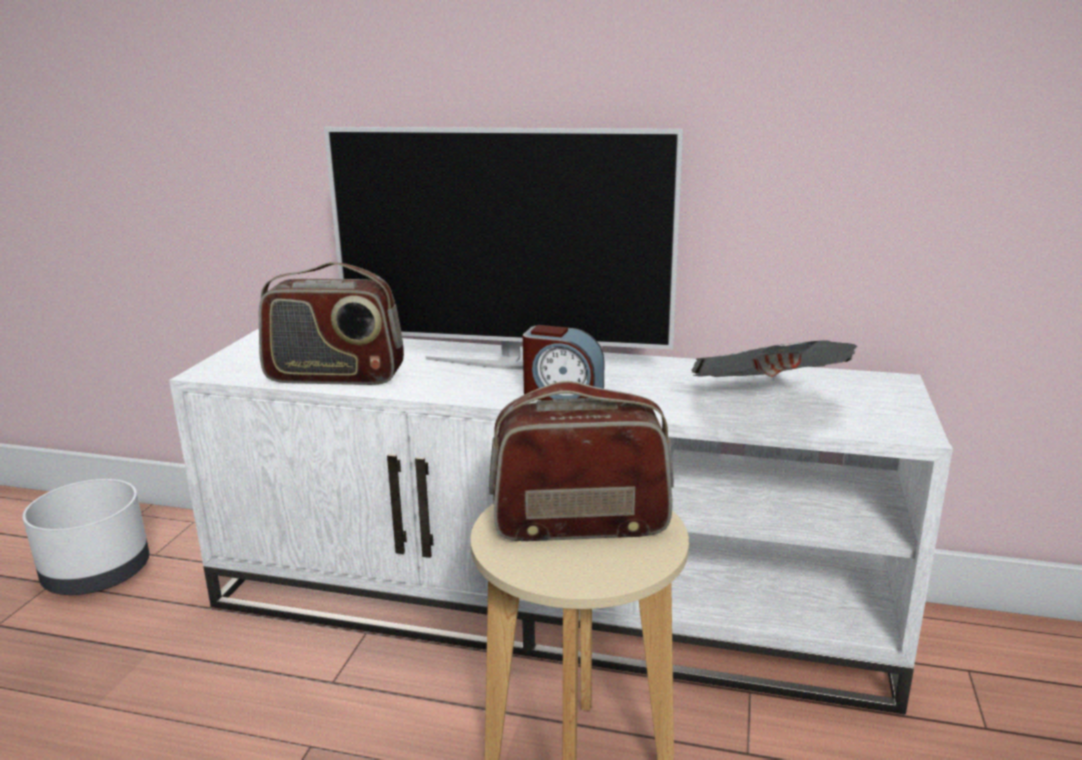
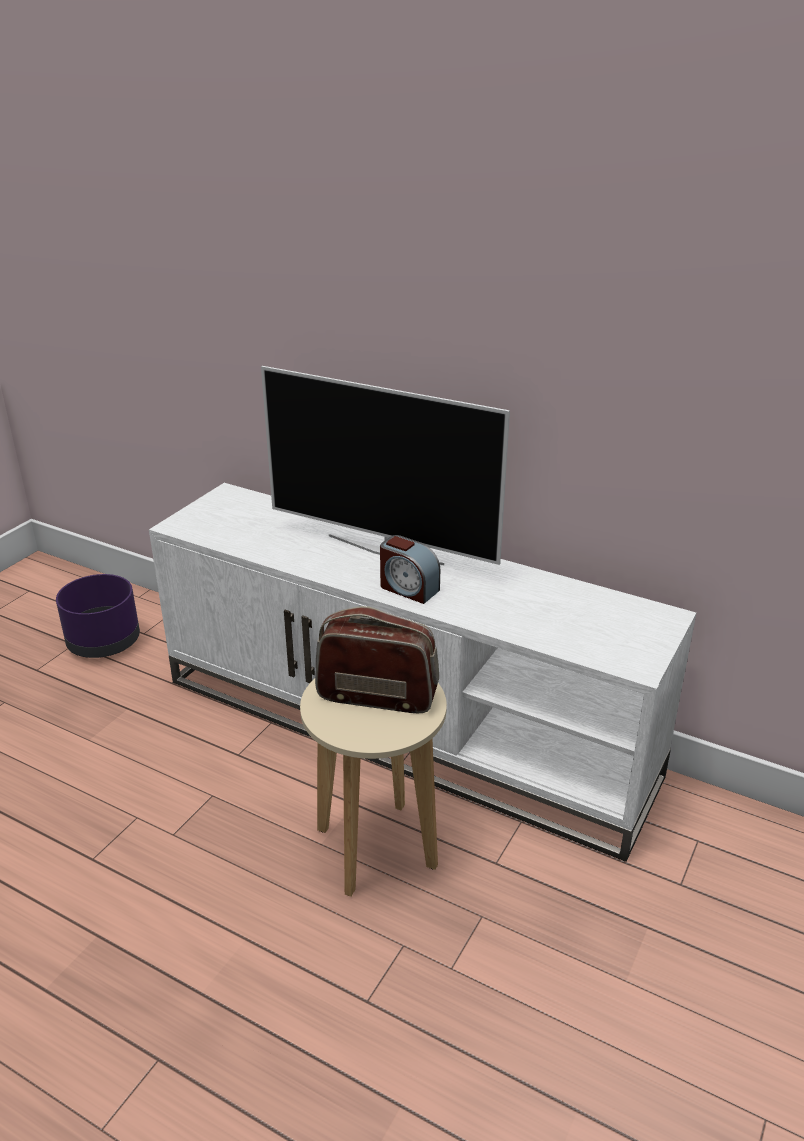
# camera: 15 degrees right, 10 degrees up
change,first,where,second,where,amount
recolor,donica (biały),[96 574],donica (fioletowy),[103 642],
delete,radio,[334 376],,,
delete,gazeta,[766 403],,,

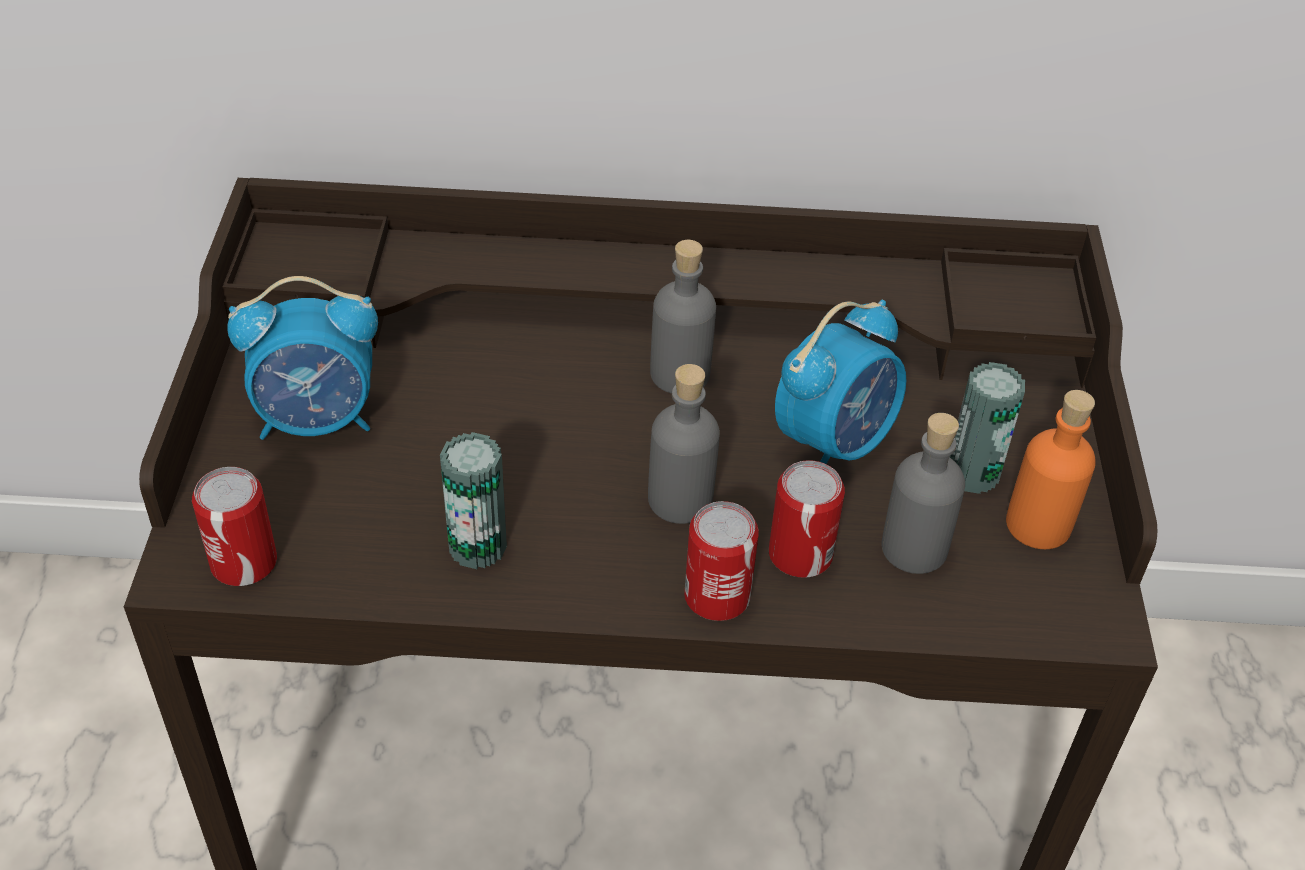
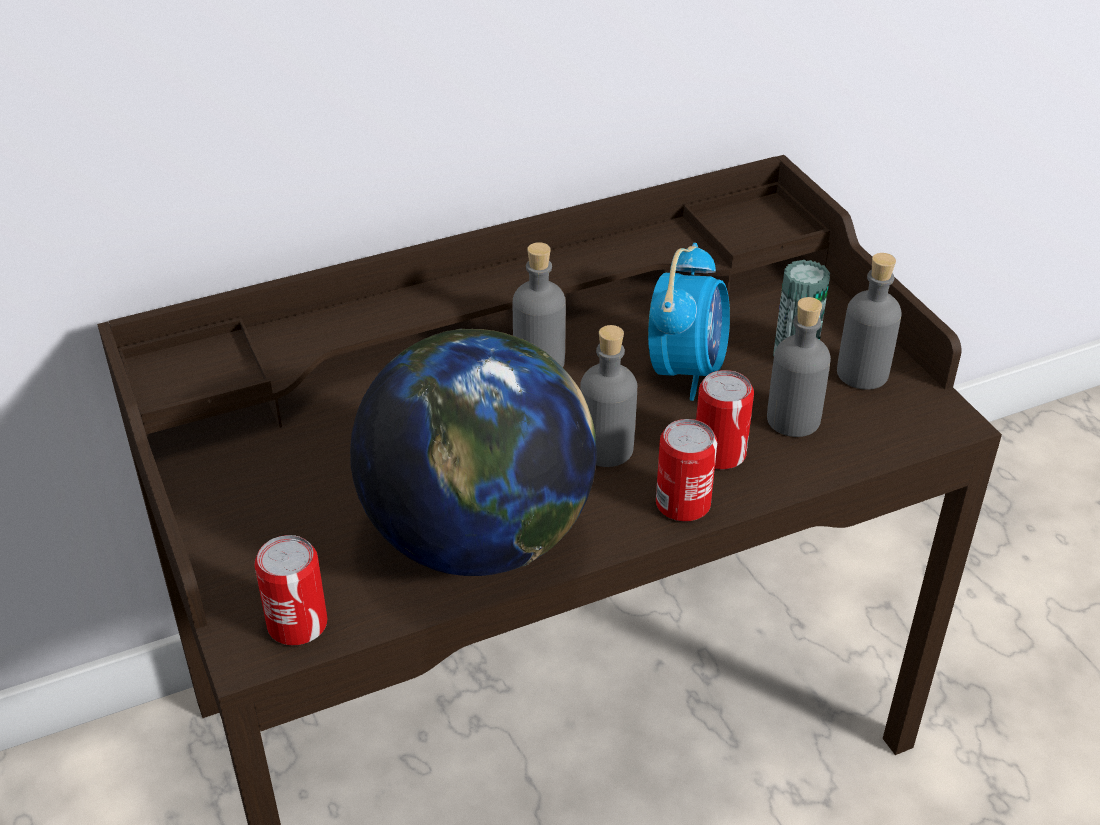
# camera: 25 degrees left, 5 degrees down
change,first,where,second,where,amount
delete,budzik,[318 419],,,
replace,puszka,[477 546],globus,[479 539],
recolor,butelka (pomarańczowy),[1038 524],butelka (szary),[862 373],

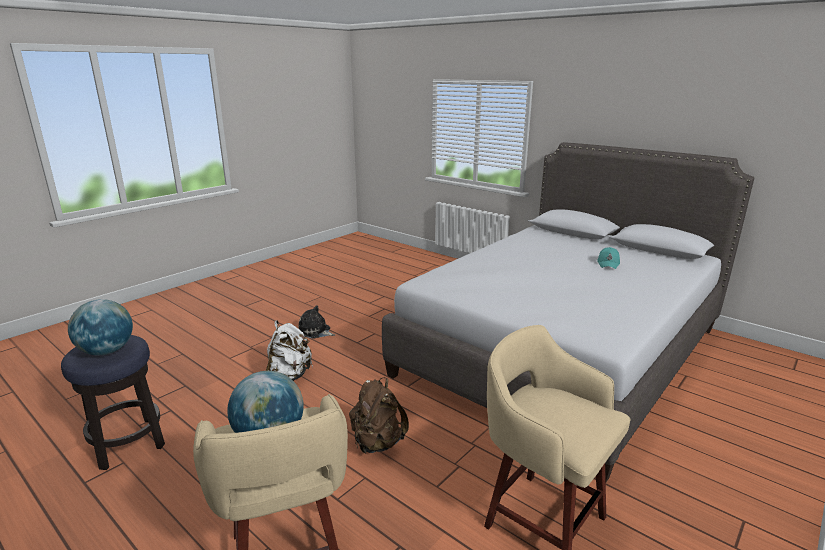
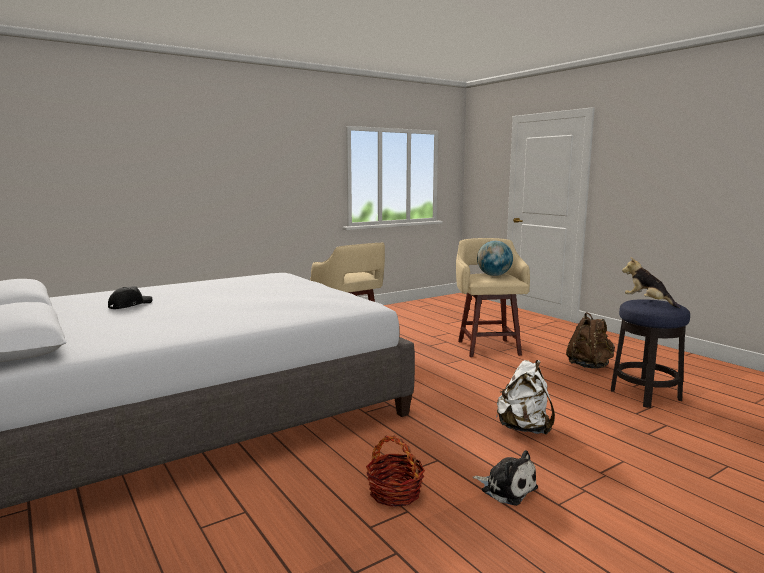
# camera: 165 degrees left, 10 degrees down
change,first,where,second,where,amount
replace,globus,[107 351],pluszak,[648 302],
move,plecak (brązowy),[377 443],,[589 366],
recolor,czapka z daszkiem (turkusowy),[608 263],czapka z daszkiem (czarny),[129 305],
insert,,,koszyk,[394 493],

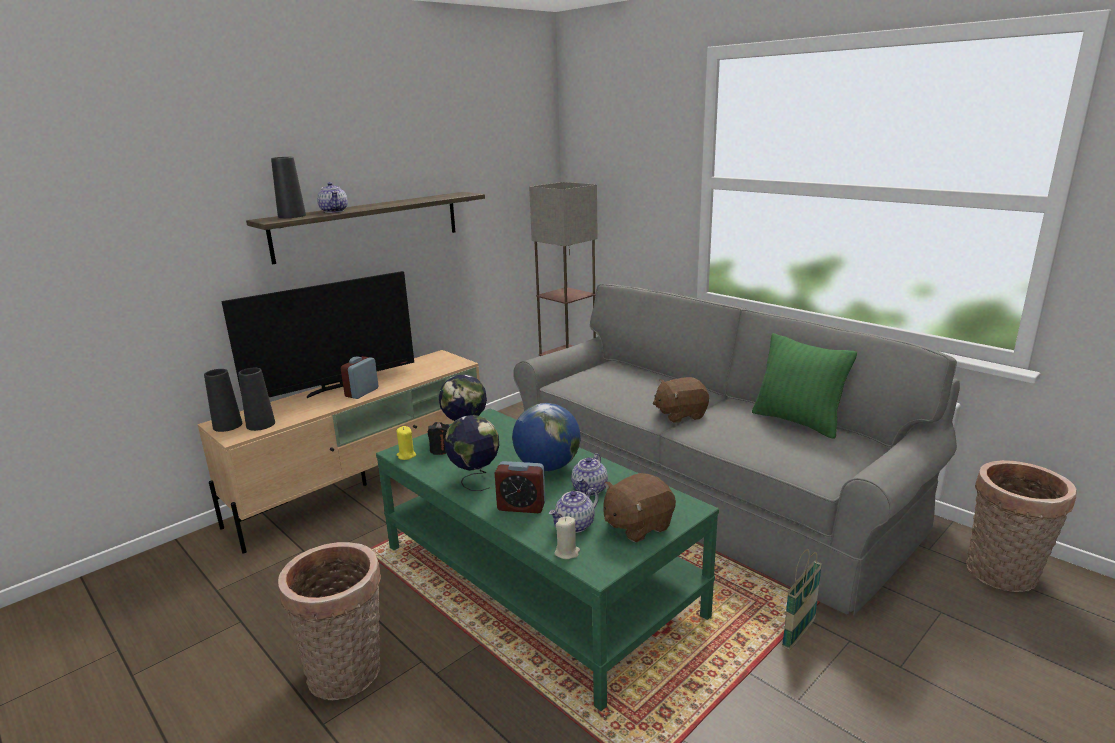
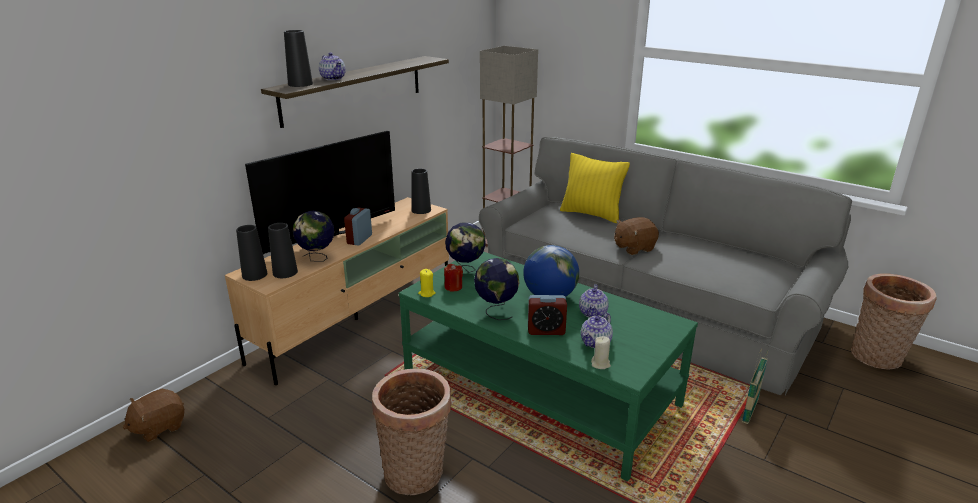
# camera: 10 degrees left, 5 degrees up
change,first,where,second,where,amount
recolor,świeca (czarny),[440 450],świeca (czerwony),[453 287],
move,pluszak (brązowy),[637 525],,[159 427],
delete,poduszka (zielony),[797 421],,,
insert,,,globus,[317 258],
insert,,,wazon (czarny),[421 210],
insert,,,poduszka (żółty),[591 214],

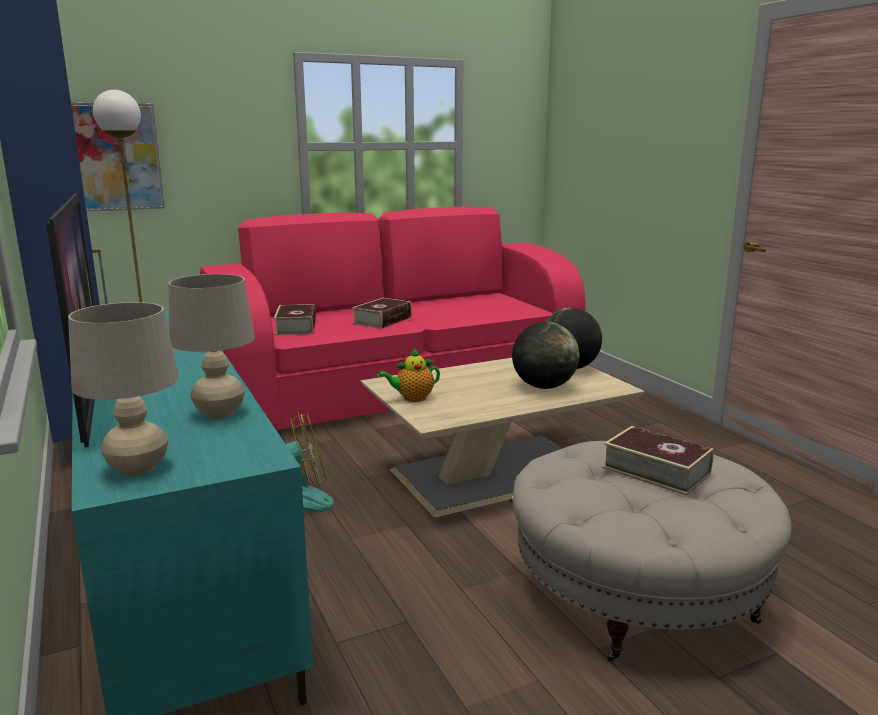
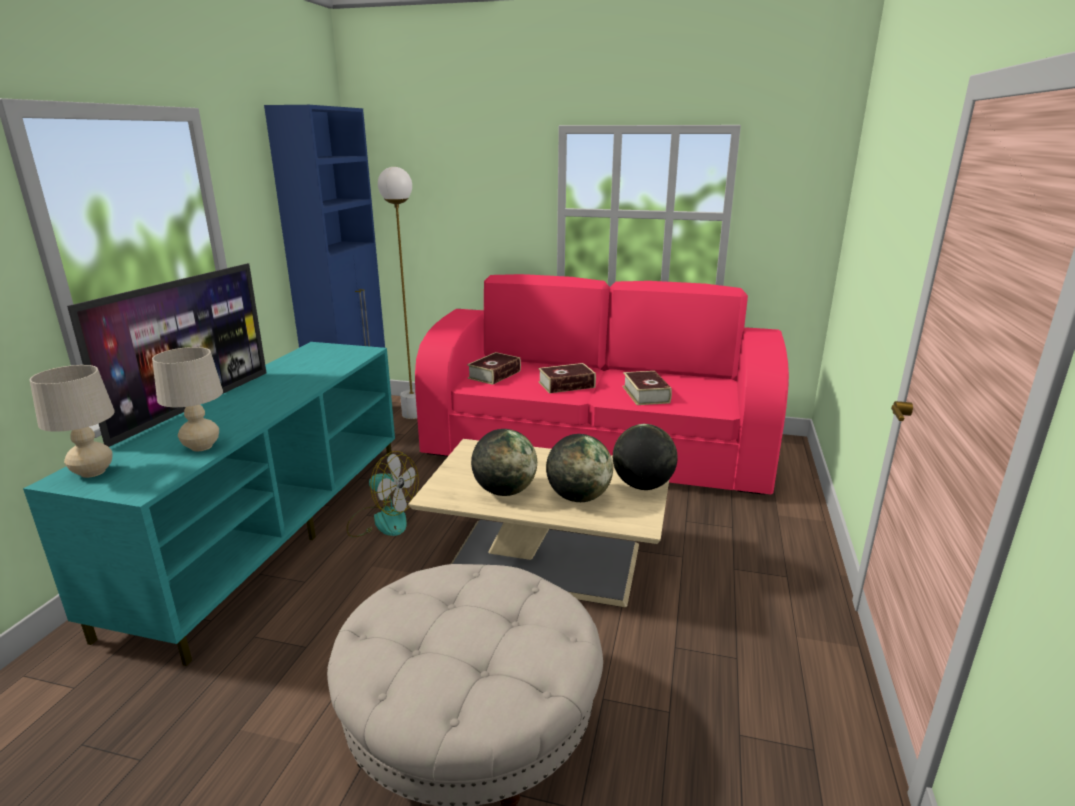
# camera: 40 degrees right, 5 degrees up
change,first,where,second,where,amount
delete,obraz,[116 157],,,
delete,imbryk,[412 398],,,
move,książka,[656 470],,[646 394],
insert,,,globus,[504 491],

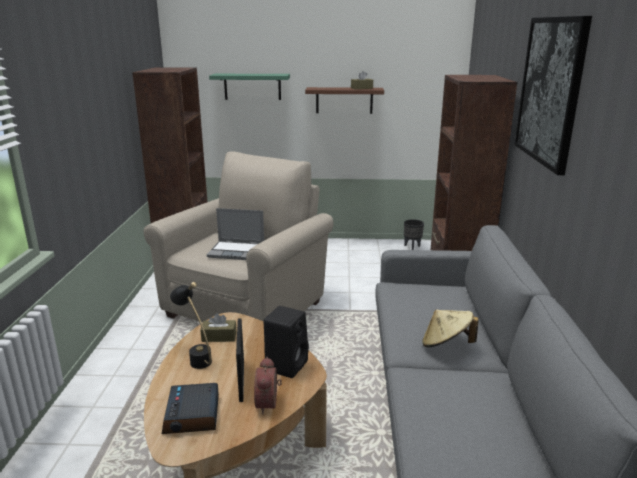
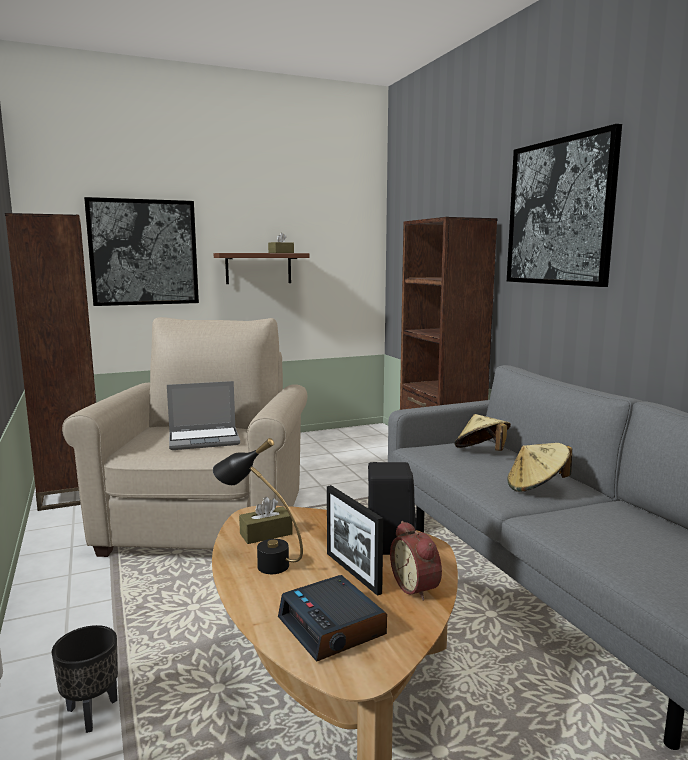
# camera: 25 degrees left, 10 degrees down
change,first,where,second,where,amount
replace,półka (zielony),[252 86],obraz,[143 252],
move,donica (czarny),[412 247],,[91 713],
insert,,,kapelusz (beżowy),[481 452],

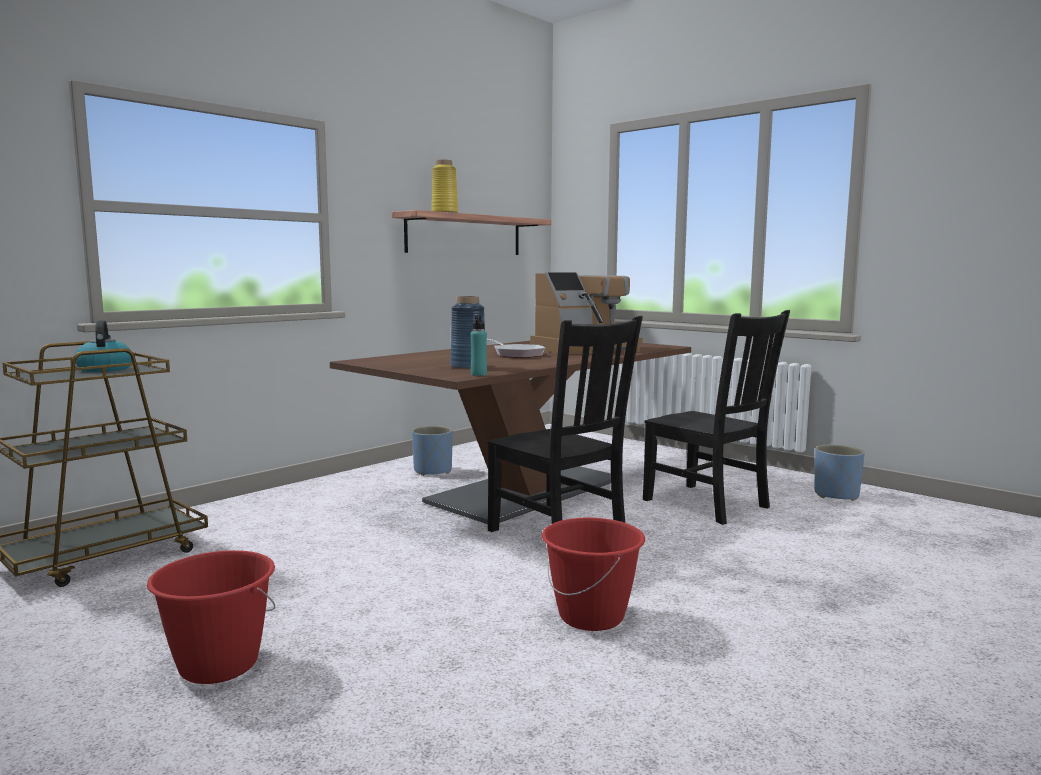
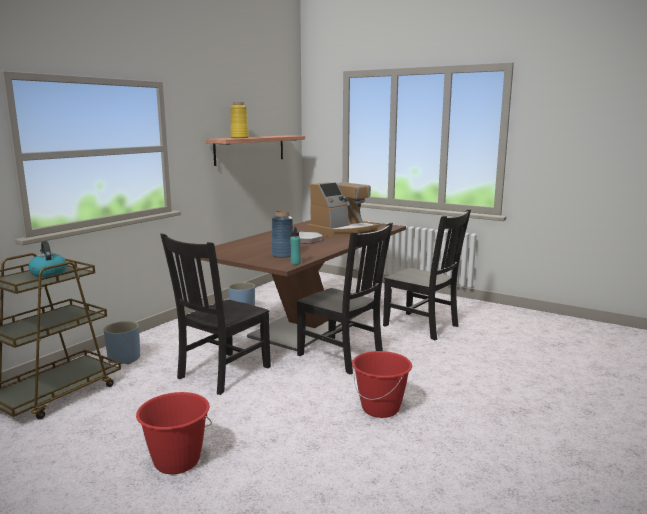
# camera: 10 degrees left, 5 degrees up
change,first,where,second,where,amount
move,donica (niebieski),[836 495],,[124 359],
insert,,,krzesło (czarny),[222 373],

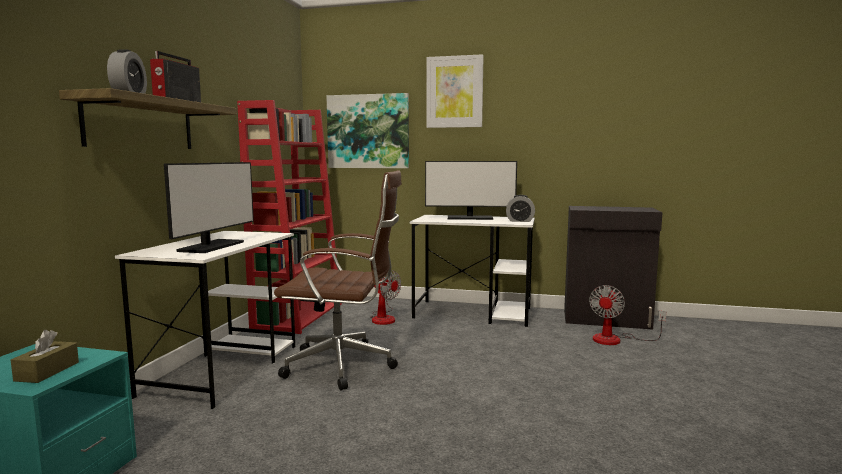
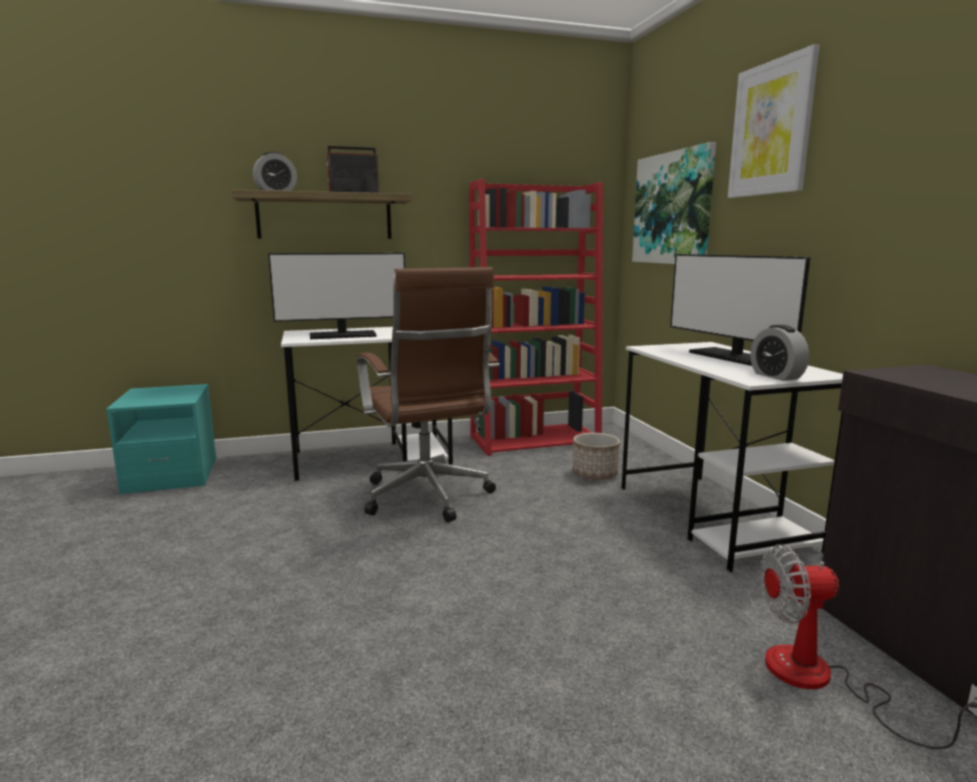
# camera: 60 degrees right, 5 degrees up
change,first,where,second,where,amount
delete,pudełko chusteczek (brązowy),[47 371],,,
replace,wentylator,[384 318],donica,[595 474],

